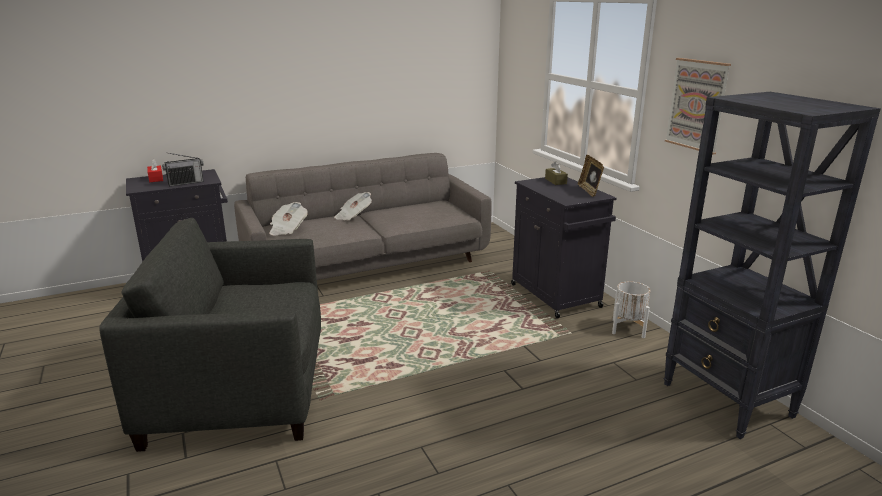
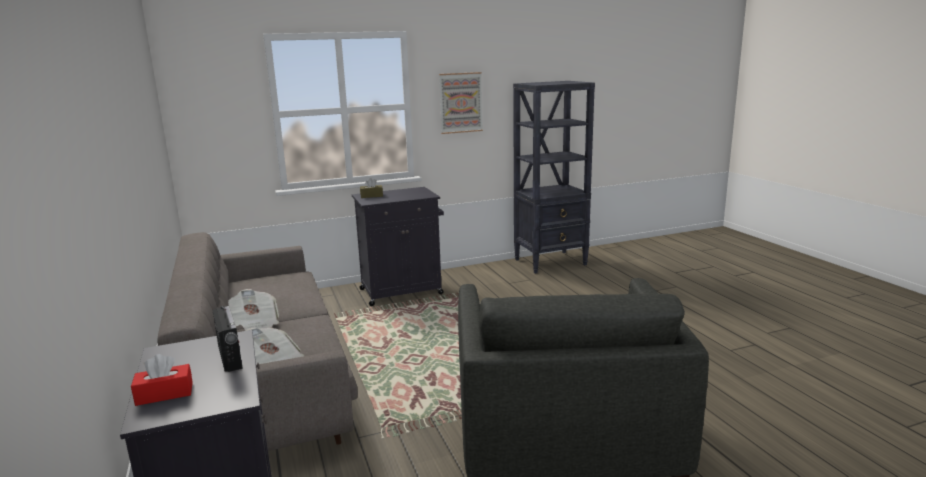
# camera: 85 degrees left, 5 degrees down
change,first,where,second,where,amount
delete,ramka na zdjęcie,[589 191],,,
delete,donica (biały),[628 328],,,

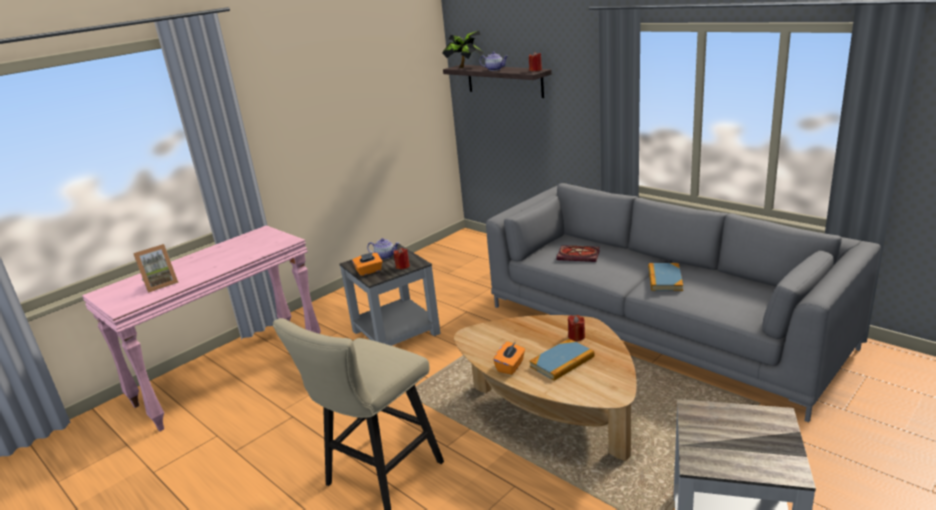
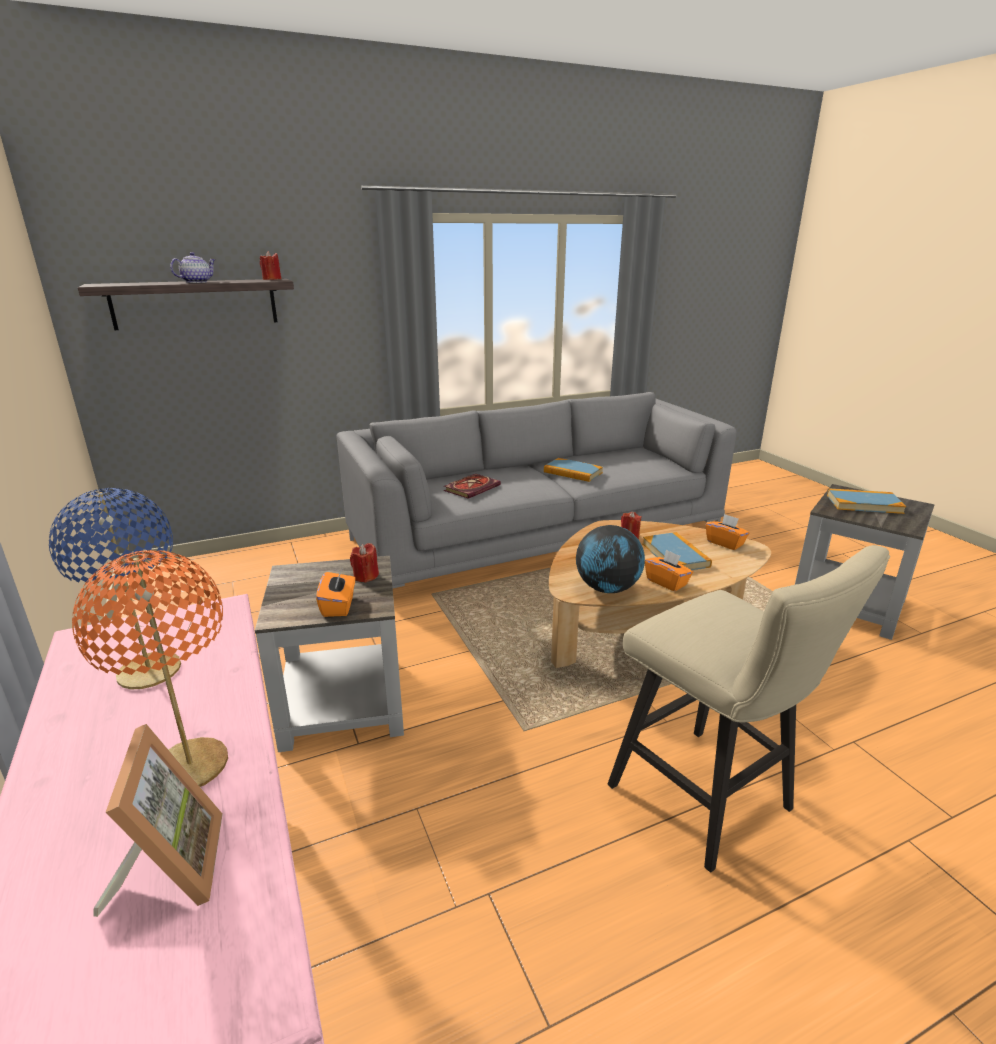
# camera: 70 degrees left, 0 degrees up
change,first,where,second,where,amount
delete,imbryk,[385 256],,,
delete,roślina doniczkowa,[465 67],,,
insert,,,lampa stołowa (niebieski),[149 672],
insert,,,lampa stołowa (pomarańczowy),[189 767],
insert,,,globus,[608 588],
insert,,,pudełko chusteczek (pomarańczowy),[725 543],
insert,,,książka,[864 504],

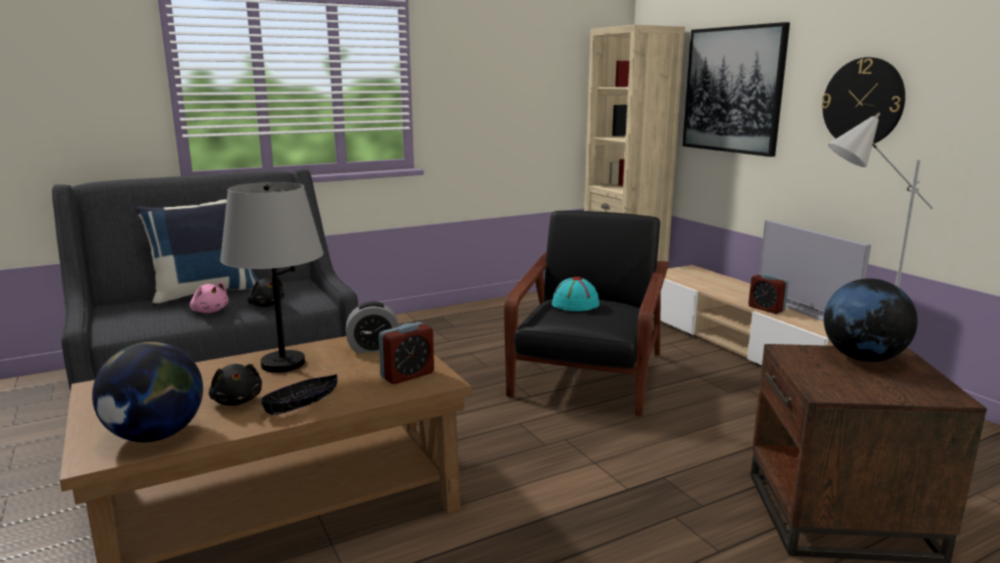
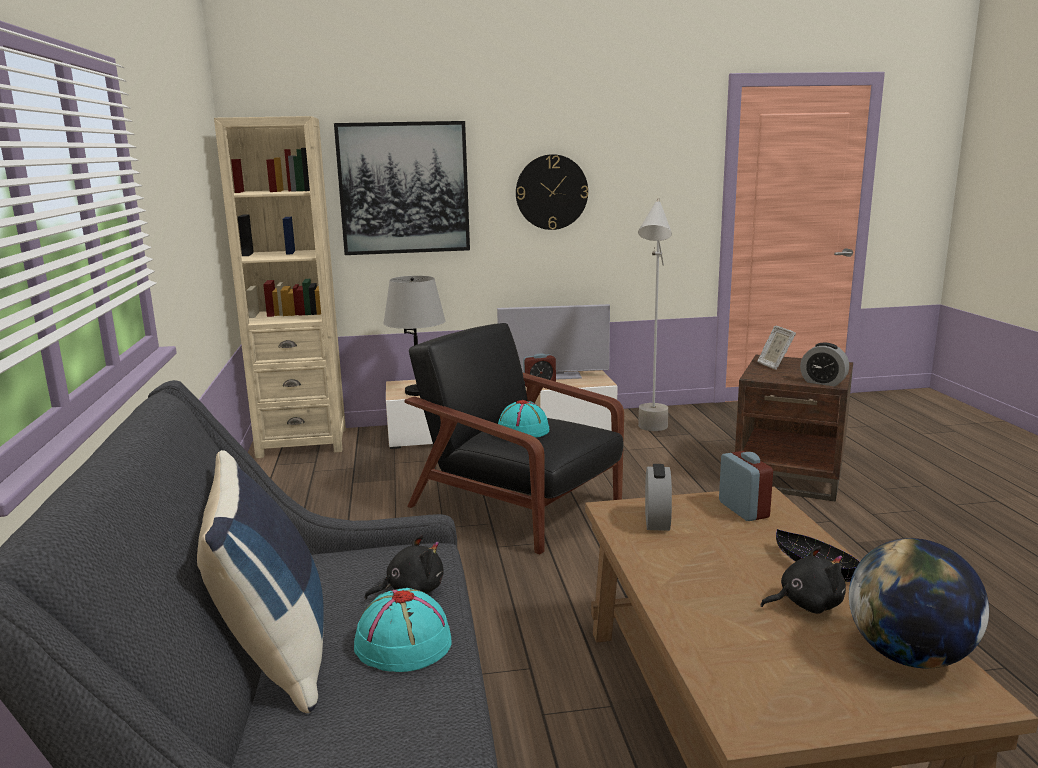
# camera: 70 degrees left, 0 degrees up
change,first,where,second,where,amount
replace,pluszak (różowy),[210 311],kapelusz (turkusowy),[402 644],
move,lampa stołowa (szary),[283 364],,[419 391],
replace,globus,[863 358],ramka na zdjęcie,[774 365],
insert,,,budzik,[823 382],

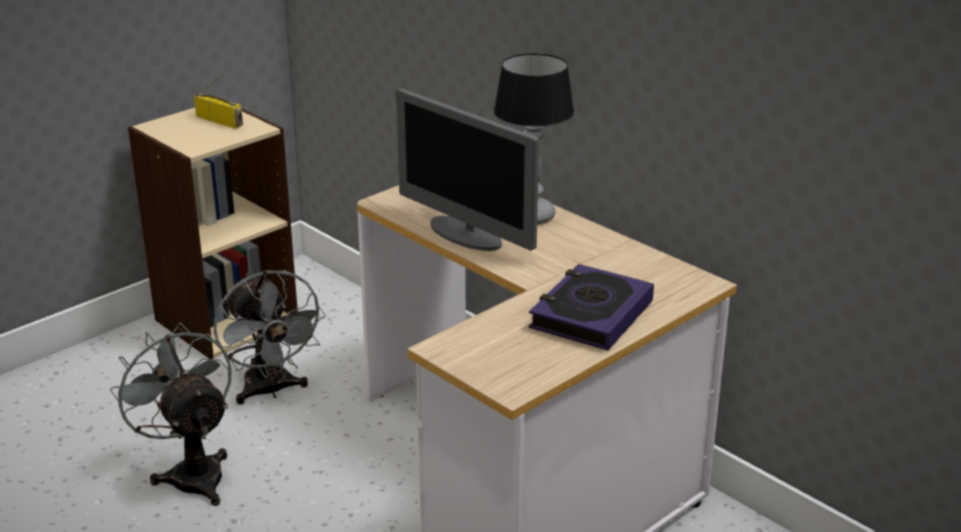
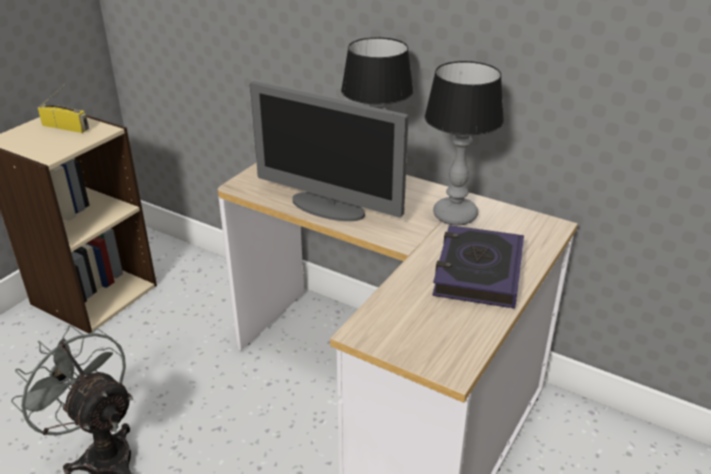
# camera: 15 degrees left, 5 degrees up
change,first,where,second,where,amount
delete,wentylator (szary),[270 391],,,
insert,,,lampa stołowa,[454 215],

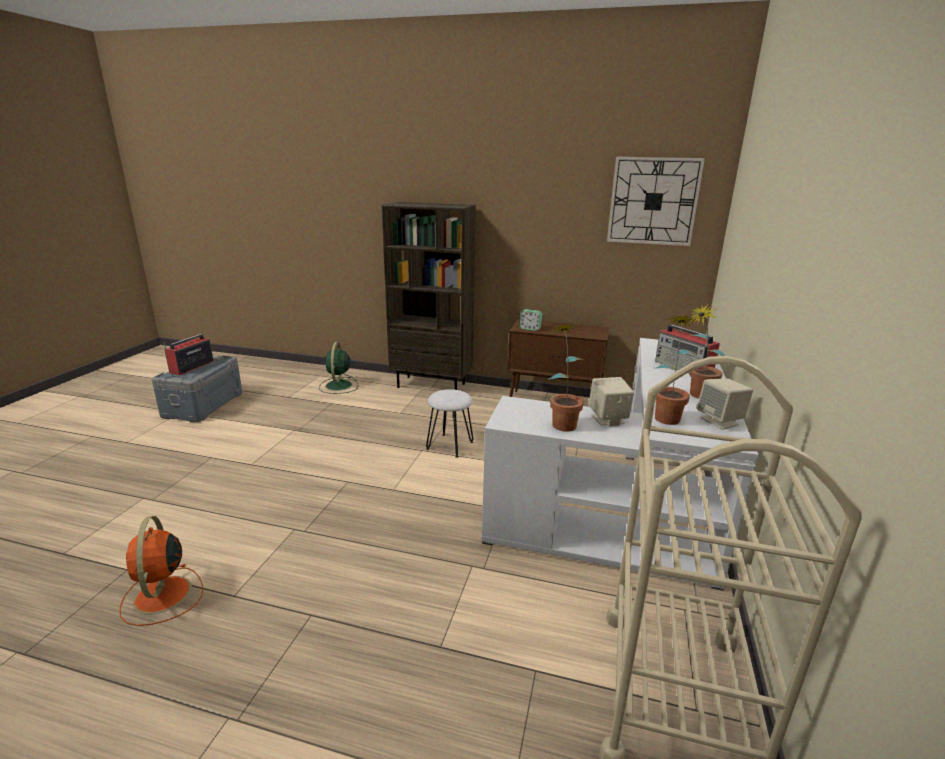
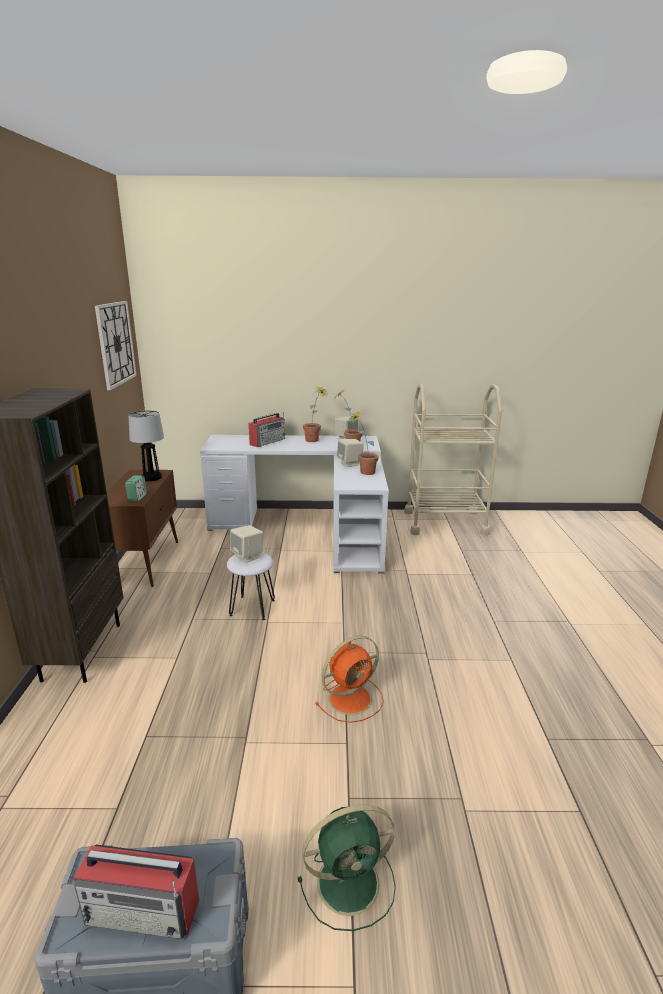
# camera: 105 degrees left, 0 degrees up
change,first,where,second,where,amount
move,wentylator (pomarańczowy),[162 596],,[351 698],
move,wentylator (zielony),[338 386],,[351 882],
insert,,,lampa stołowa,[152 477],
insert,,,głośnik (beżowy),[247 556],

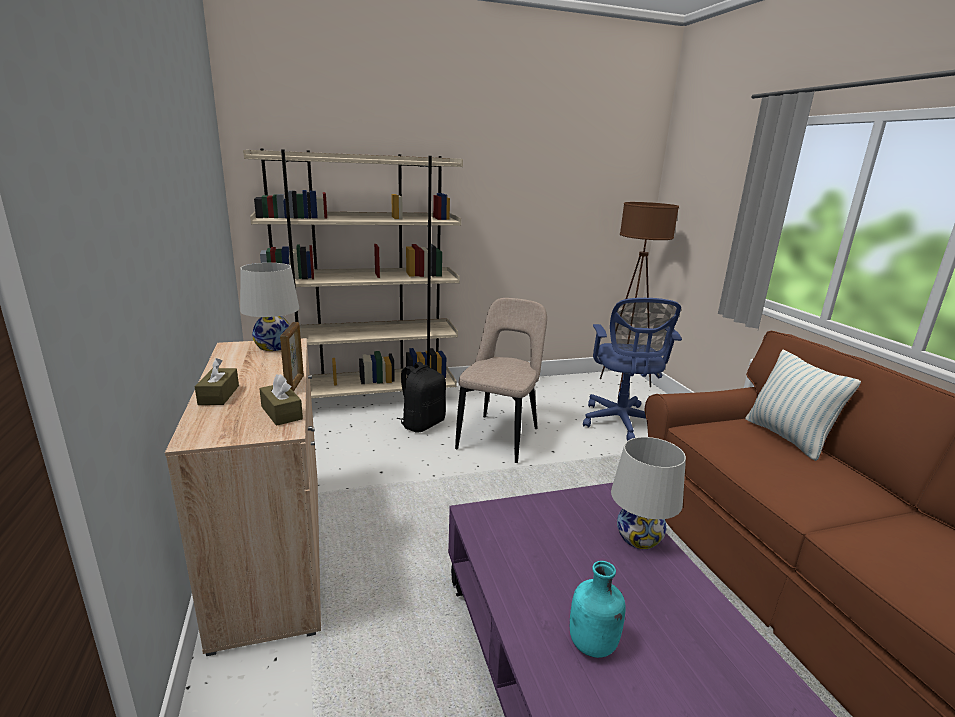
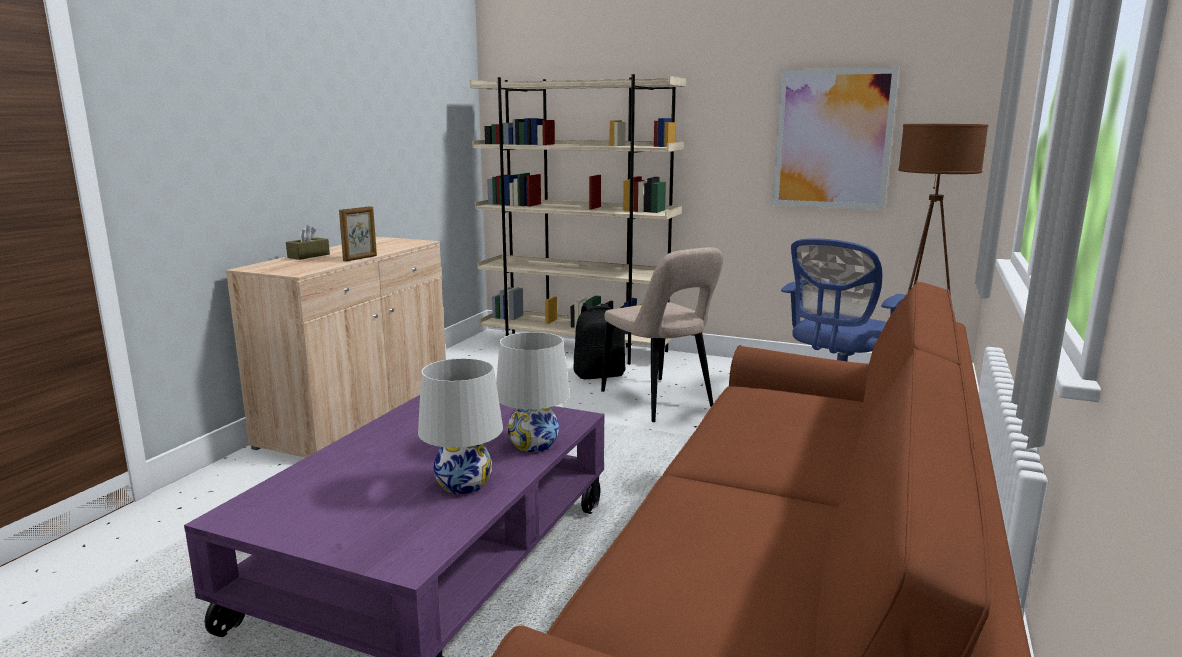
# camera: 40 degrees right, 5 degrees down
change,first,where,second,where,amount
move,lampa stołowa (biały),[274 346],,[464 484],
delete,pudełko chusteczek (brązowy),[281 413],,,
rotate,krzesło (beżowy),[500 436],,[659 401],90 degrees clockwise
delete,butelka (turkusowy),[593 645],,,
delete,poduszka,[787 437],,,
insert,,,obraz,[833 139],

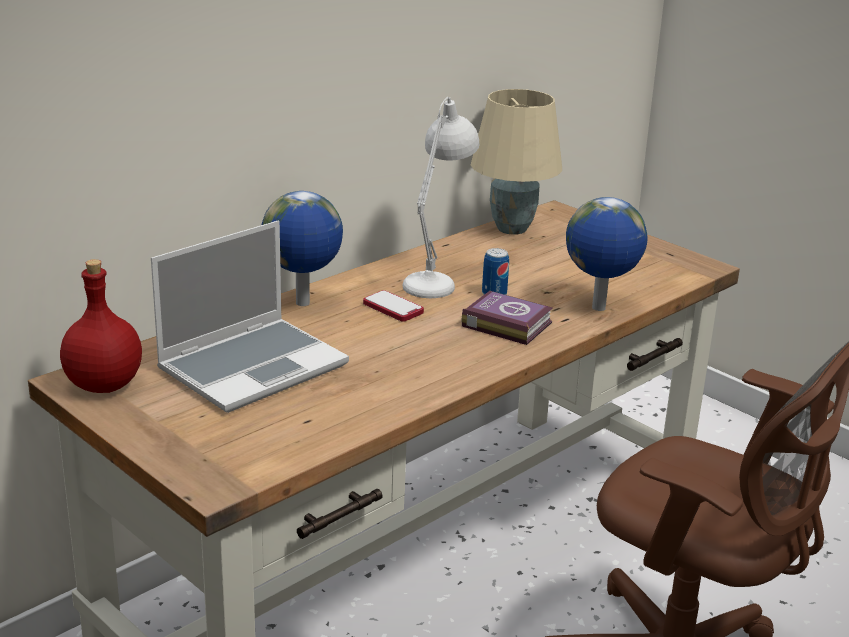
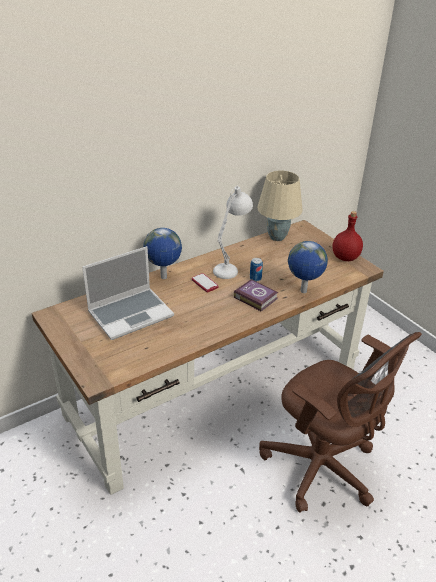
# camera: 10 degrees right, 10 degrees up
change,first,where,second,where,amount
move,butelka (czerwony),[105 385],,[346 258],

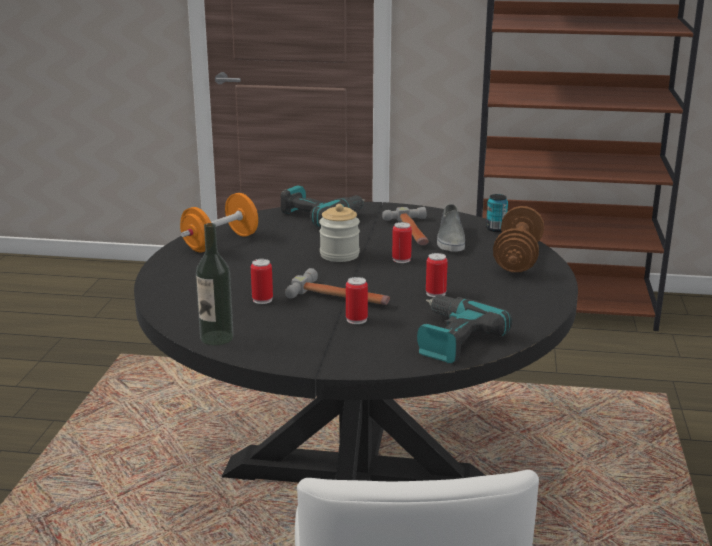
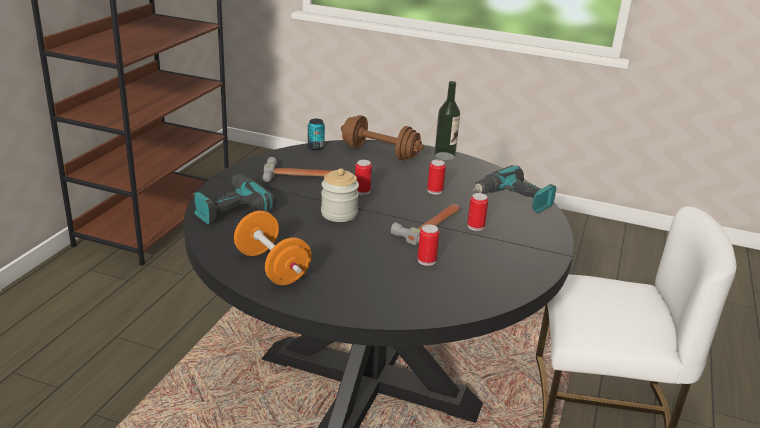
# camera: 80 degrees left, 5 degrees up
change,first,where,second,where,amount
move,butelka,[216 338],,[444 156],
delete,but (szary),[450 239],,,

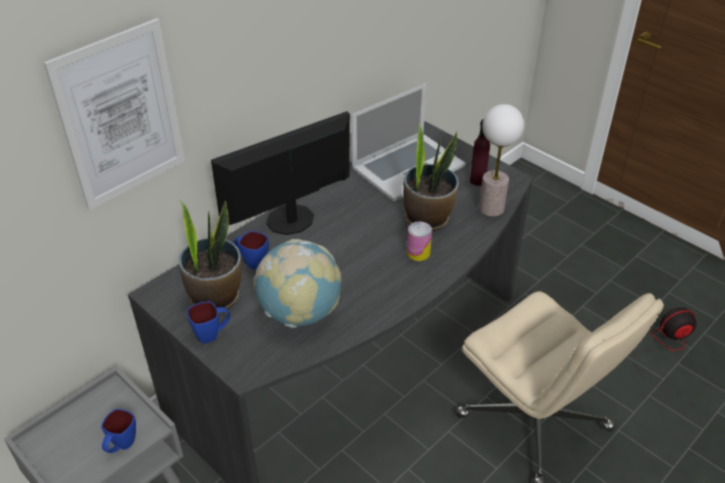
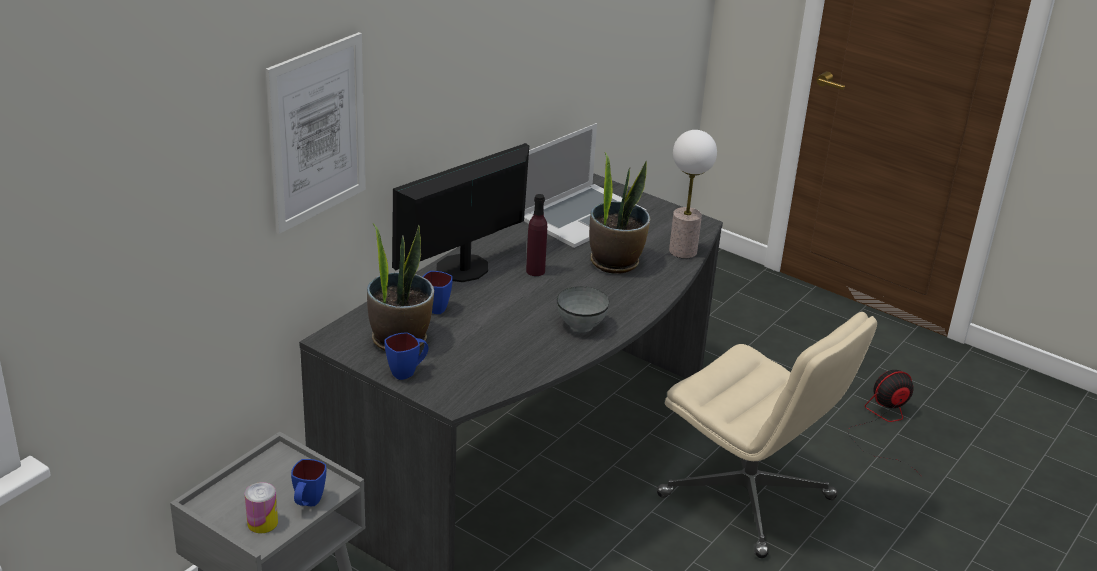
# camera: 10 degrees left, 10 degrees down
change,first,where,second,where,amount
delete,globus,[300 313],,,
move,puszka,[418 253],,[262 523],
move,butelka (fioletowy),[477 180],,[535 271],
insert,,,miska (szary),[581 325],

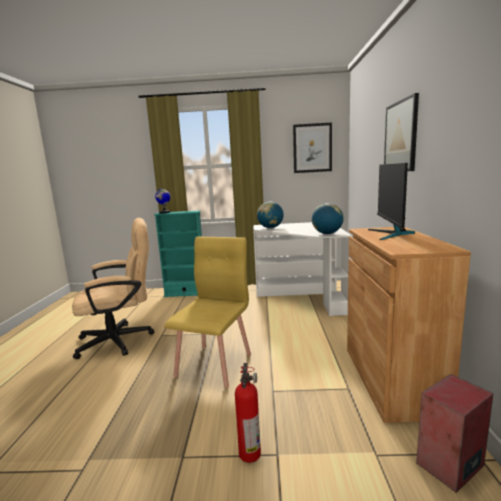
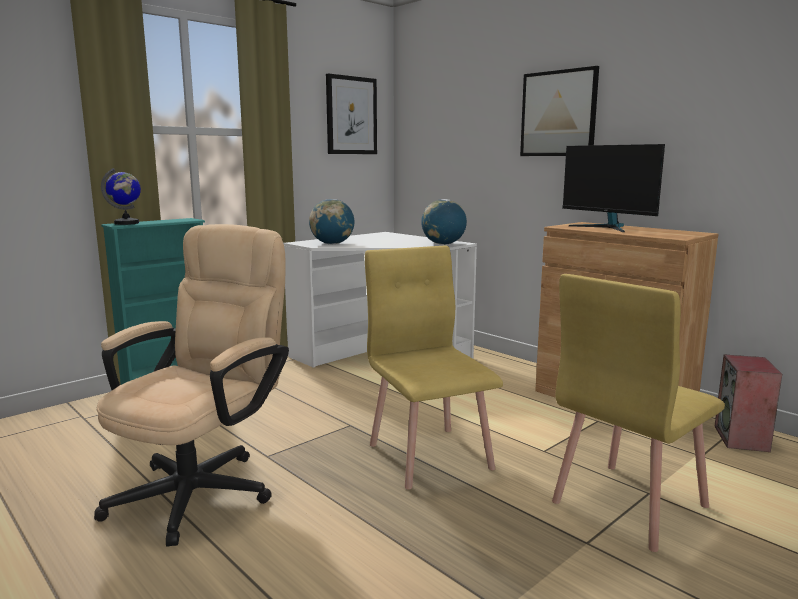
# camera: 45 degrees left, 0 degrees up
change,first,where,second,where,amount
replace,gaśnica,[250 452],krzesło (żółty),[627 504],

